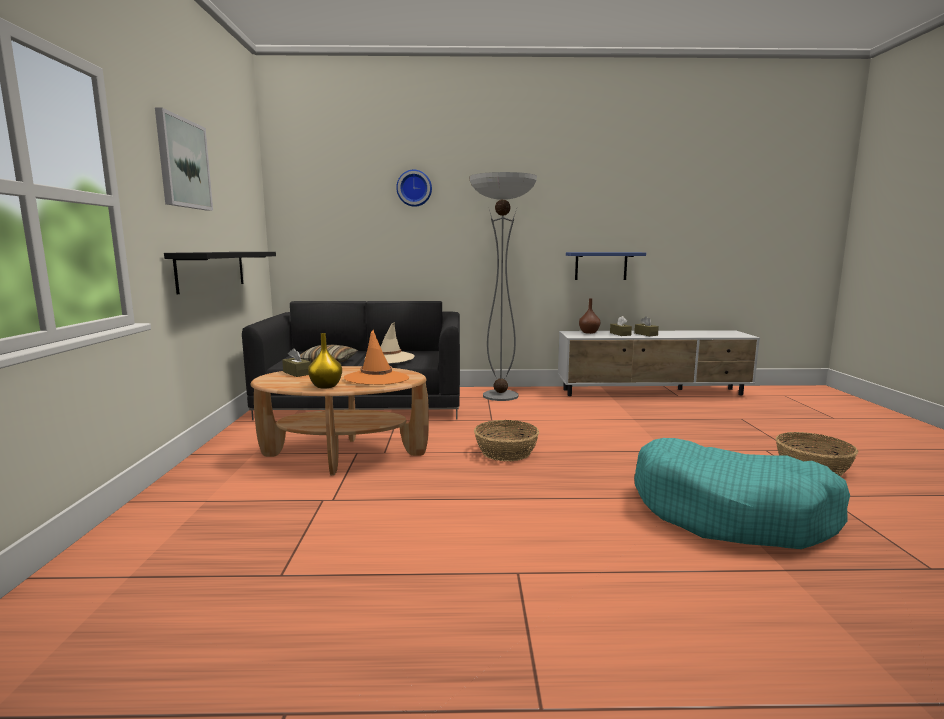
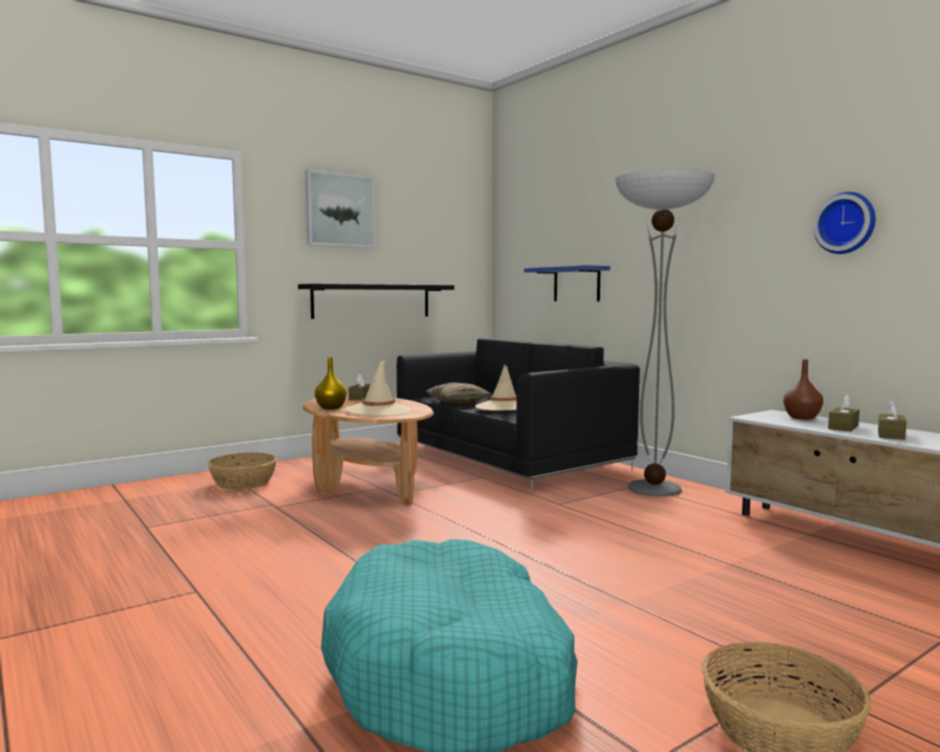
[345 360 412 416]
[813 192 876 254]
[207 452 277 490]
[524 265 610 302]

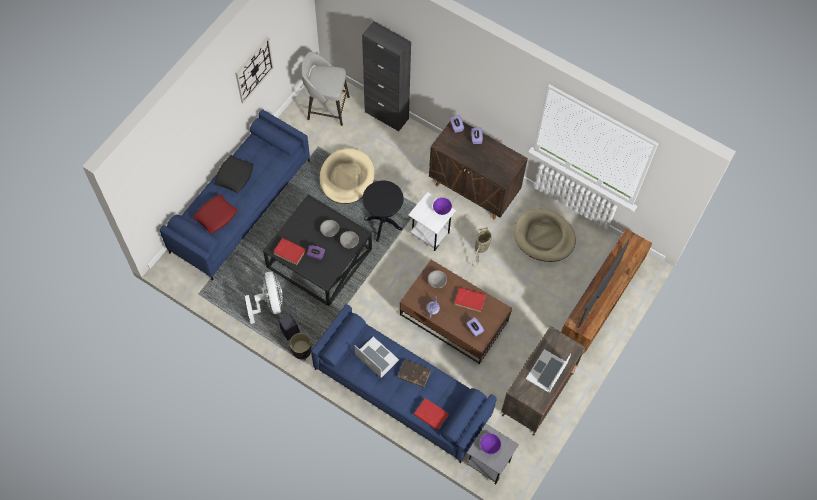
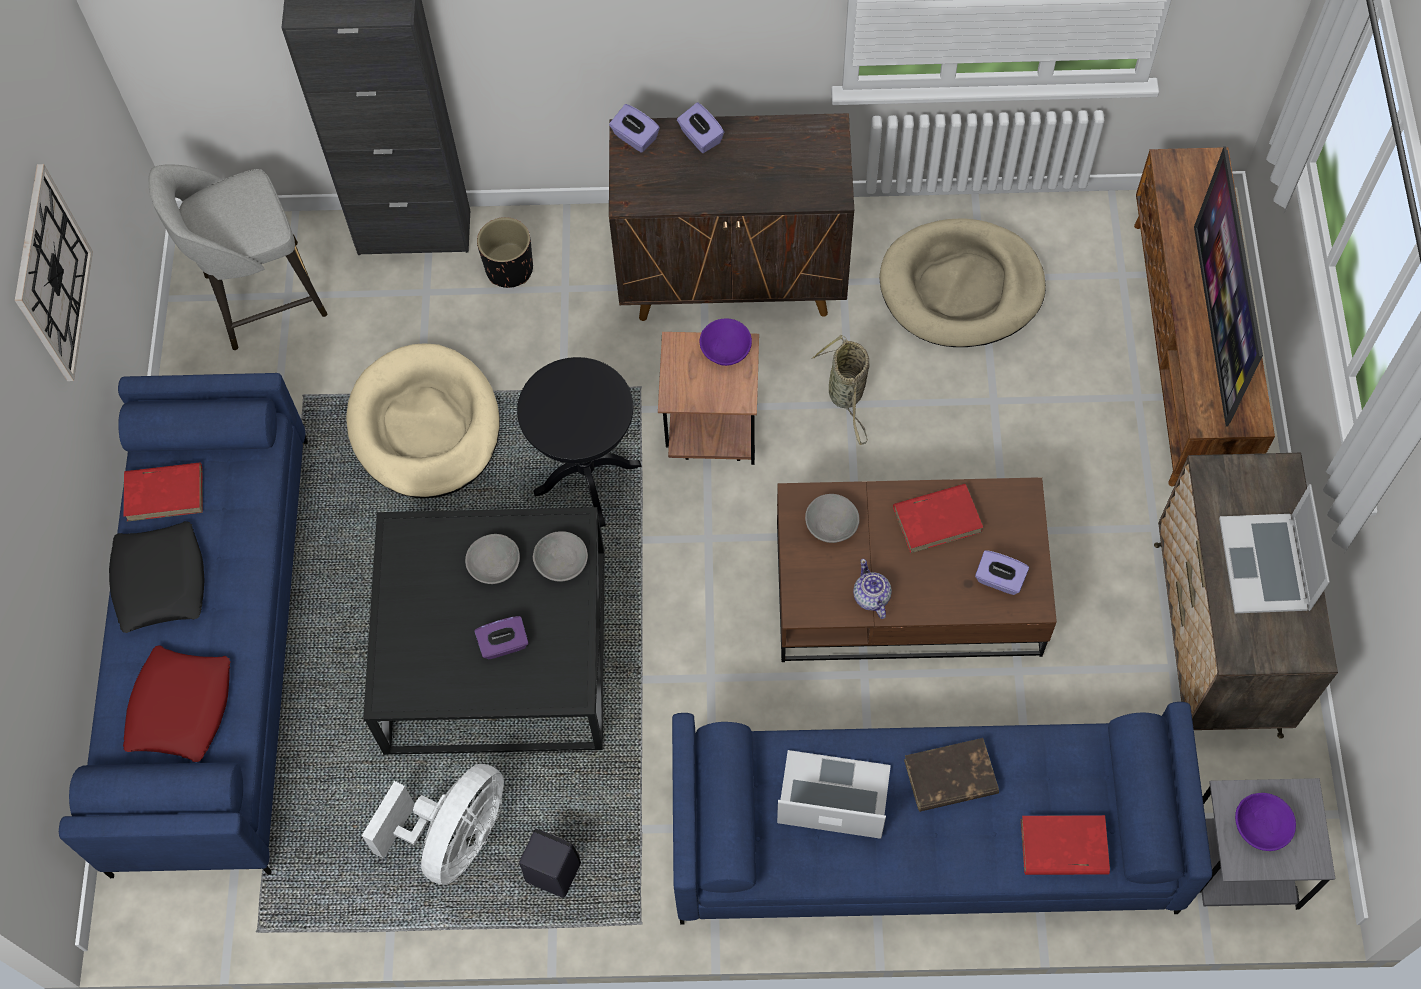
[362 764 504 885]
[123 462 203 522]
[477 217 533 288]
[658 332 759 465]

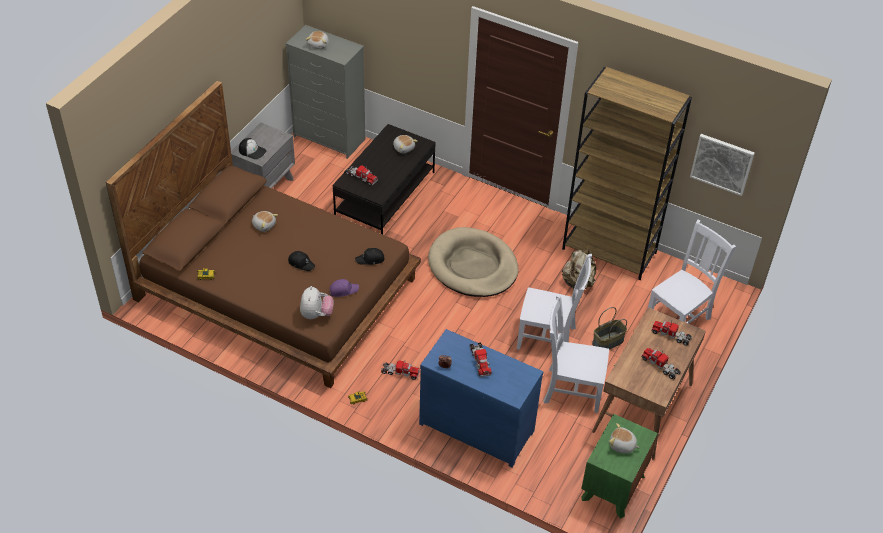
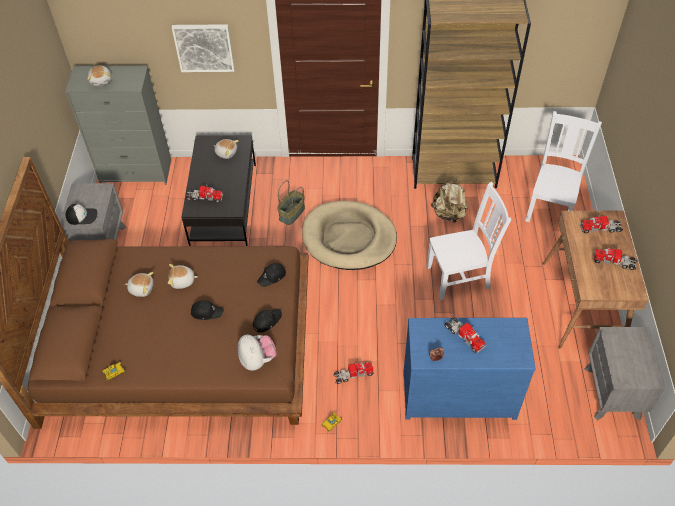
[253 309 282 333]
[543 294 609 413] (first image)
[584 327 666 420]
[277 180 305 225]
[168 264 198 289]
[172 24 235 72]

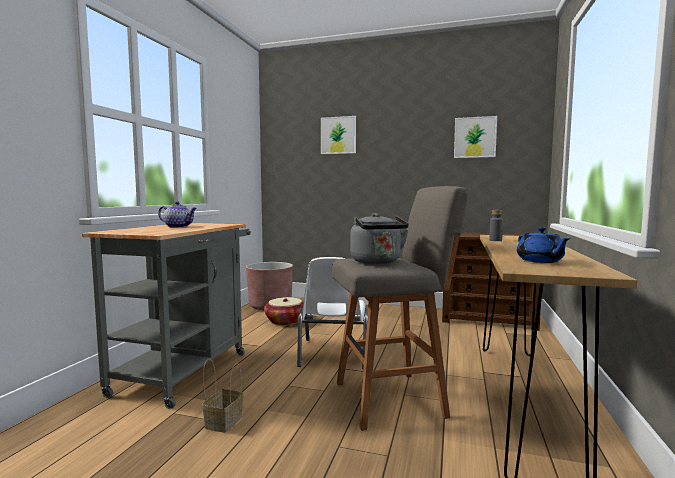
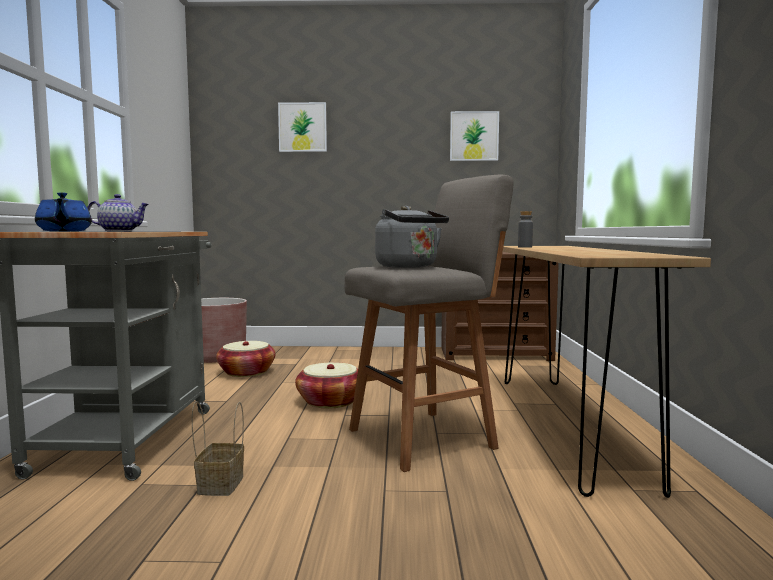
[295 362 358 409]
[35 192 92 231]

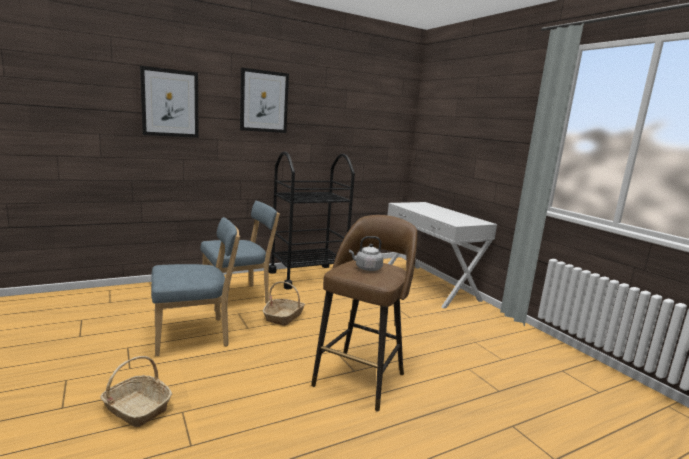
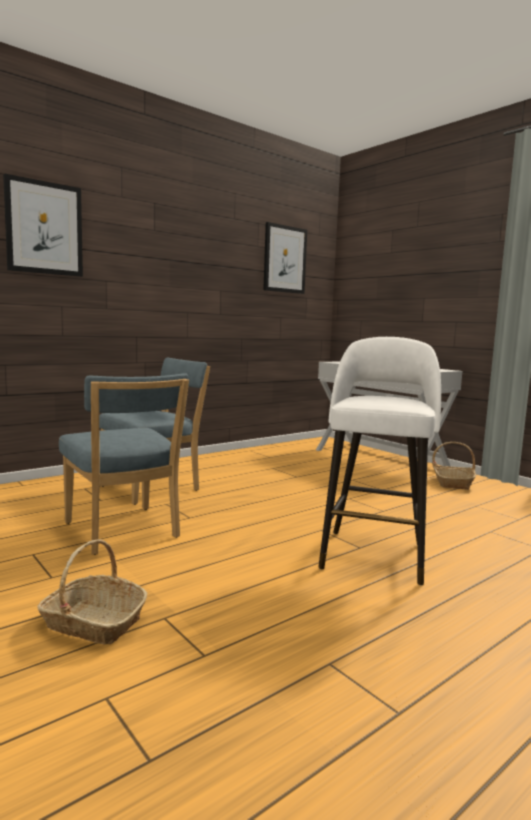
[59 373 189 555]
[263 222 307 294]
[432 442 476 490]
[269 152 355 289] (first image)
[318 337 441 585]
[349 236 384 271] (first image)

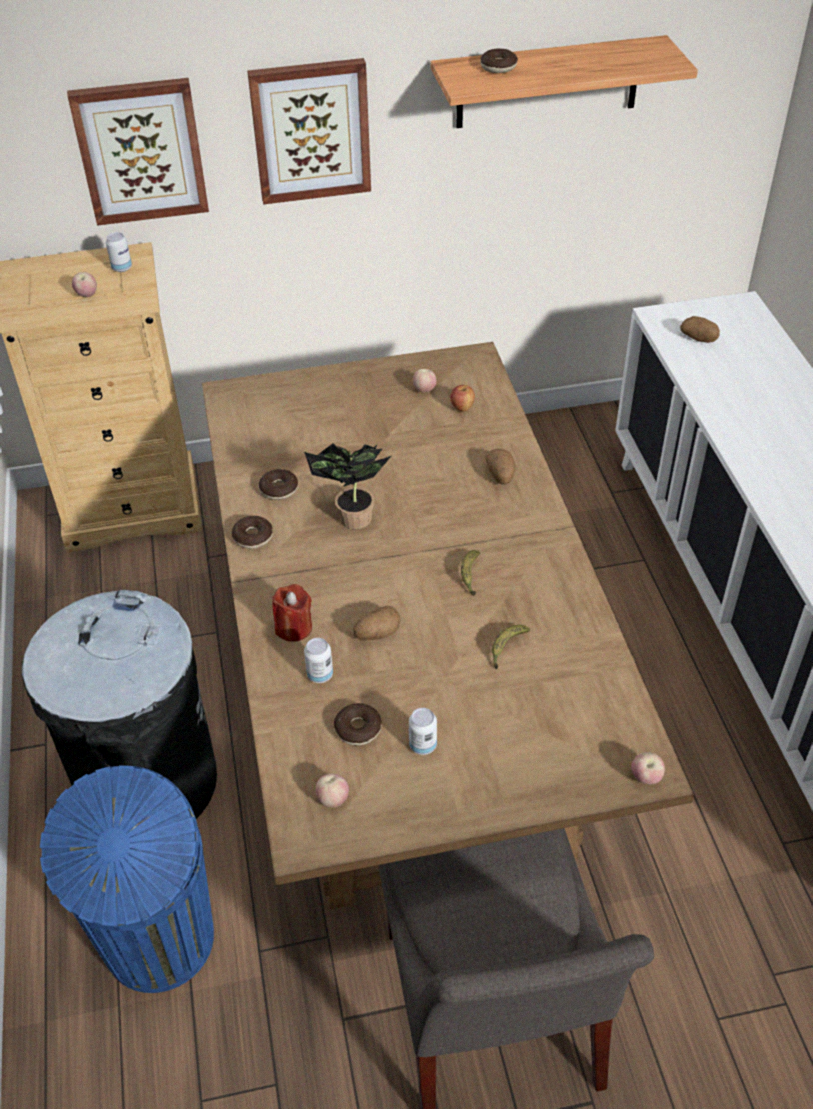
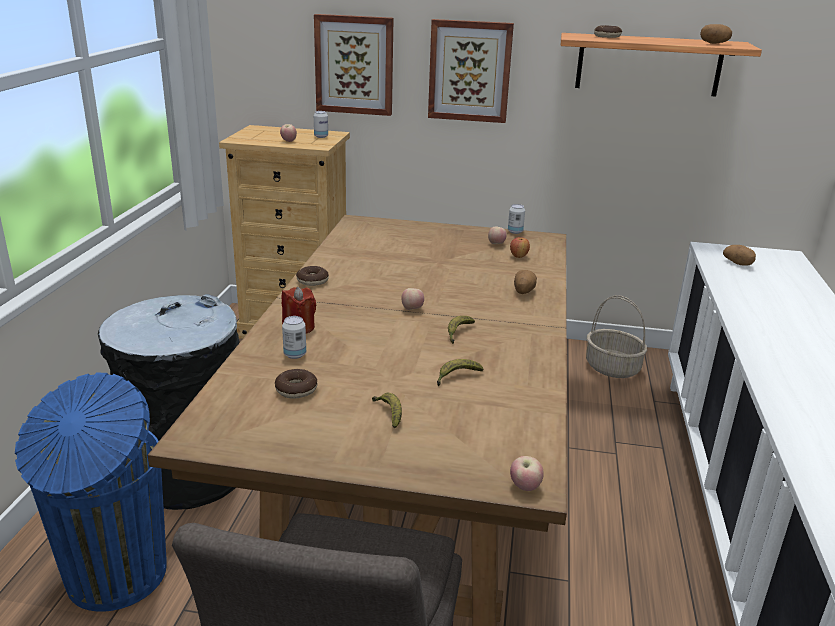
[259 469 298 500] (first image)
[304 443 391 529] (first image)
[401 288 424 310]
[700 24 732 44]
[508 204 525 234]
[372 393 402 428]
[586 295 647 378]

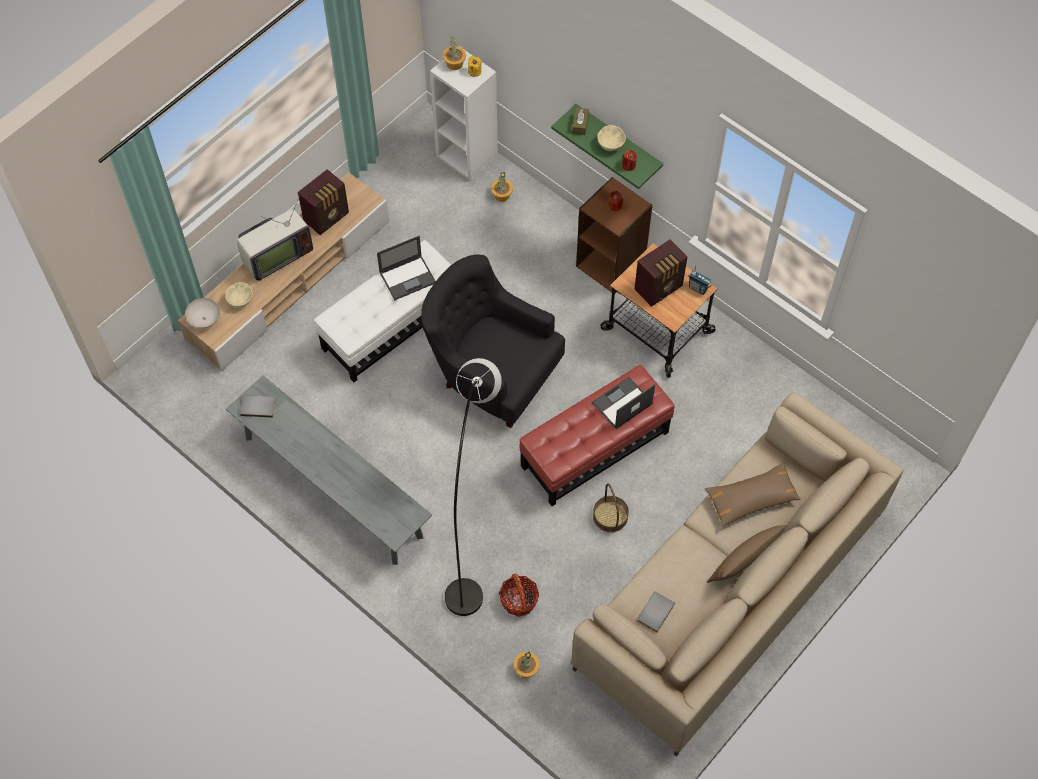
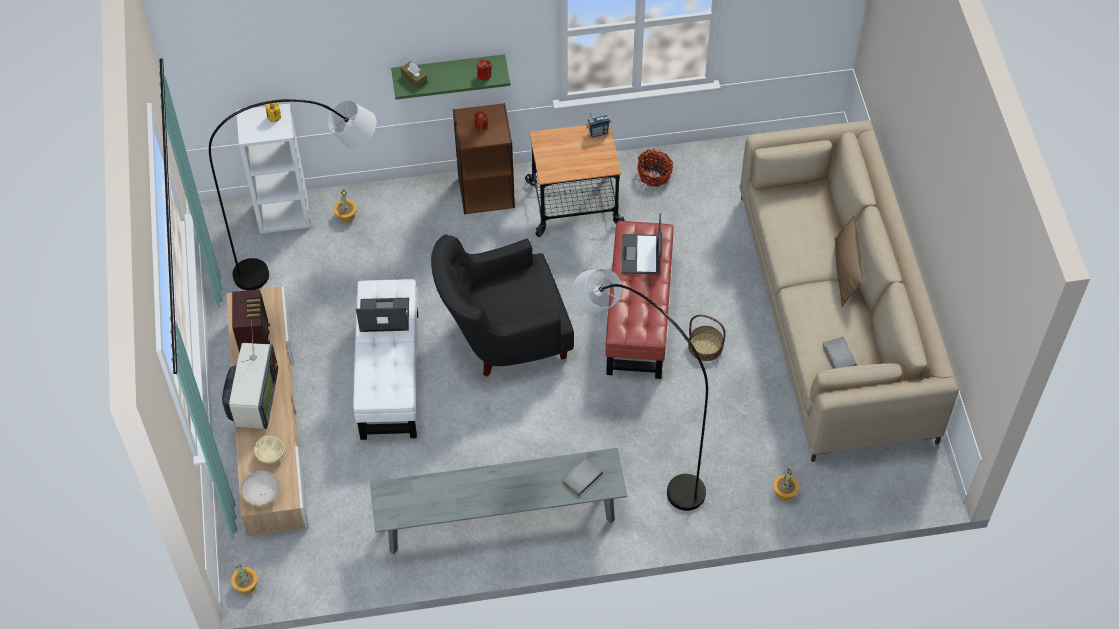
[562 458 603 496]
[356 298 409 332]
[231 565 258 594]
[637 149 673 187]
[597 125 626 151] (first image)
[634 239 687 307] (first image)
[704 463 801 527] (first image)
[209 99 377 290]

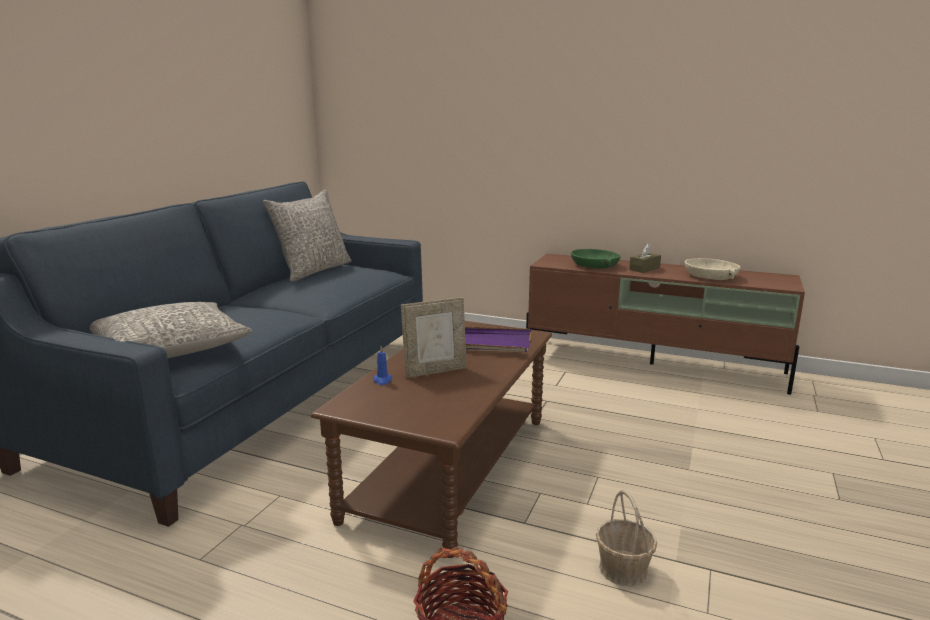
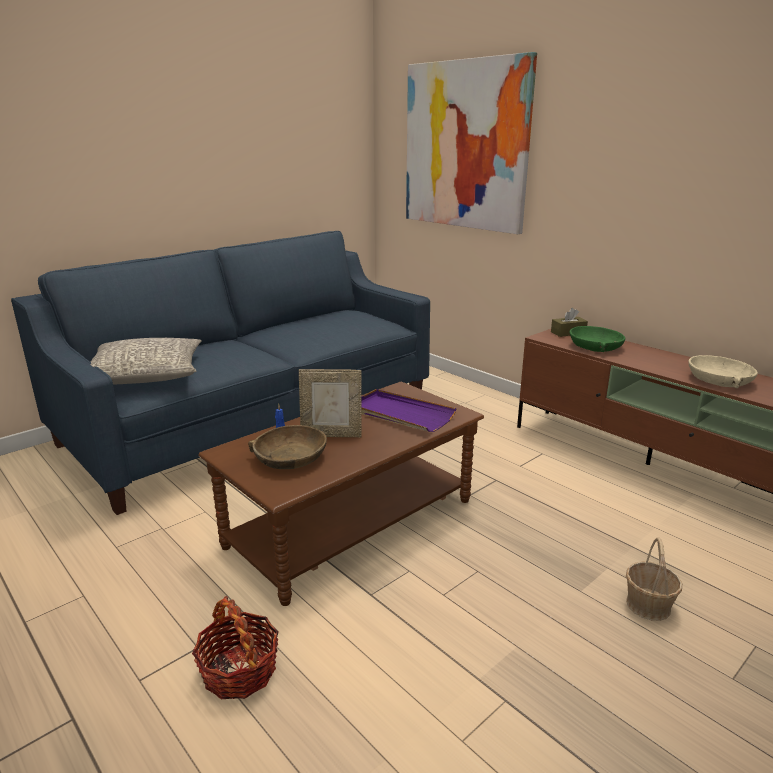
[263 190 352 281] (first image)
[626 537 682 621]
[551 308 588 337]
[248 425 327 469]
[406 52 537 234]

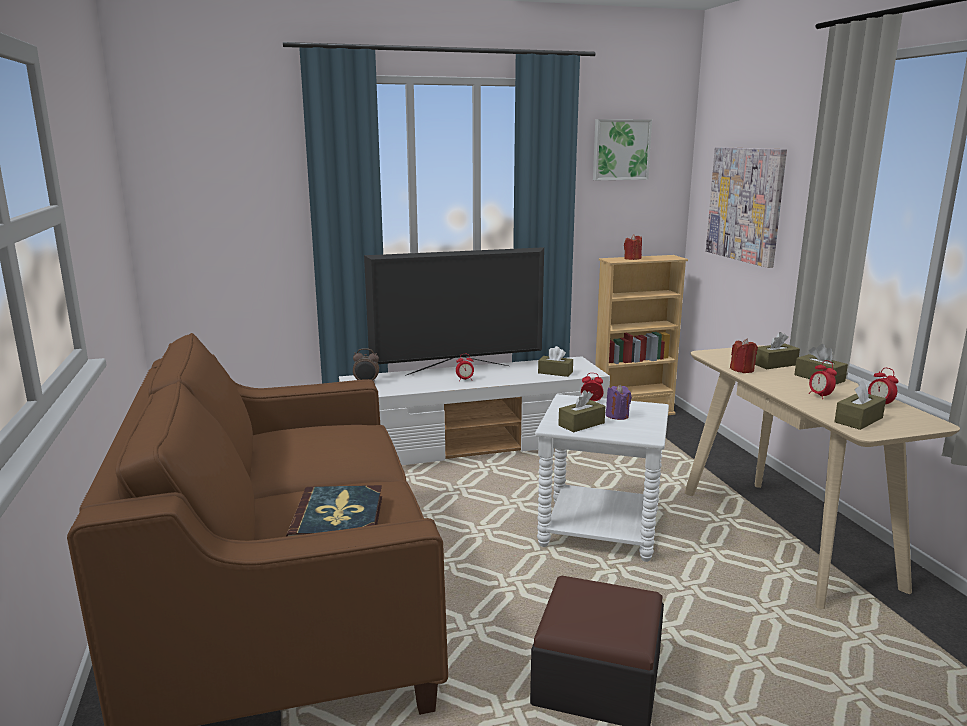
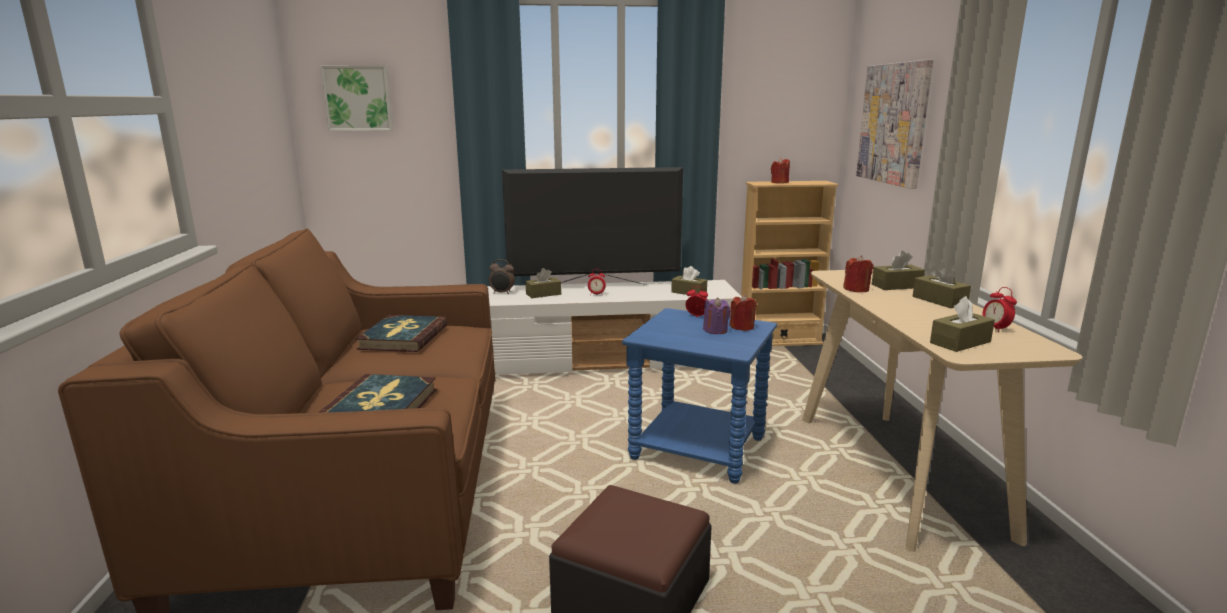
[622 308 777 484]
[525 268 561 298]
[321 66 393 131]
[809 360 837 399] (first image)
[355 315 447 352]
[730 294 757 331]

